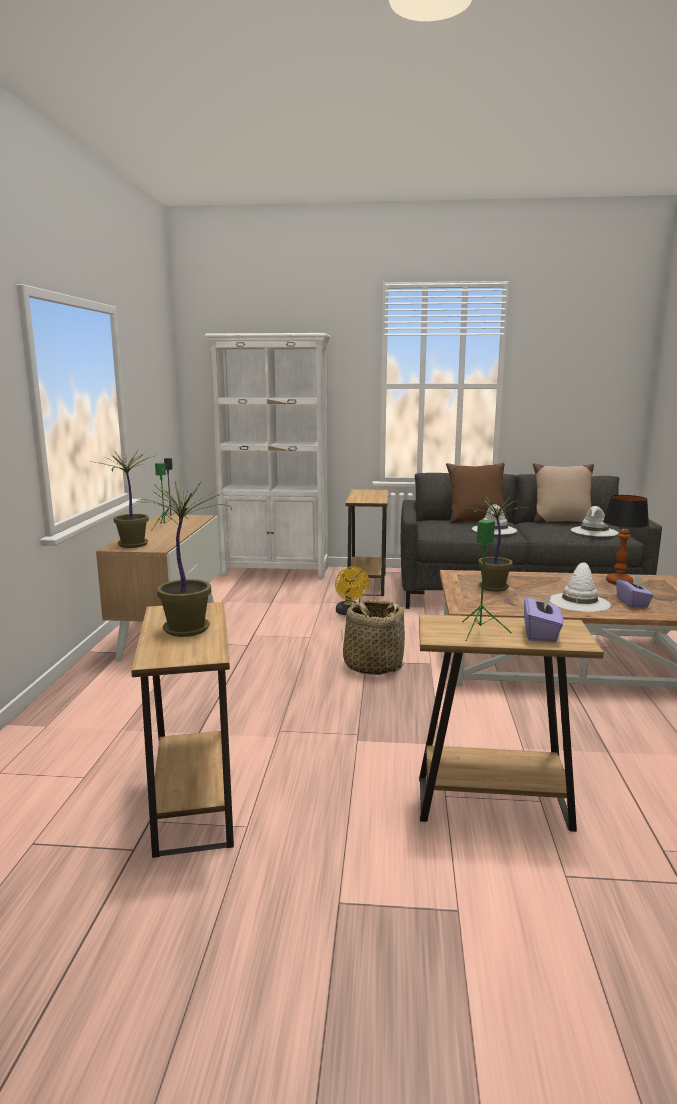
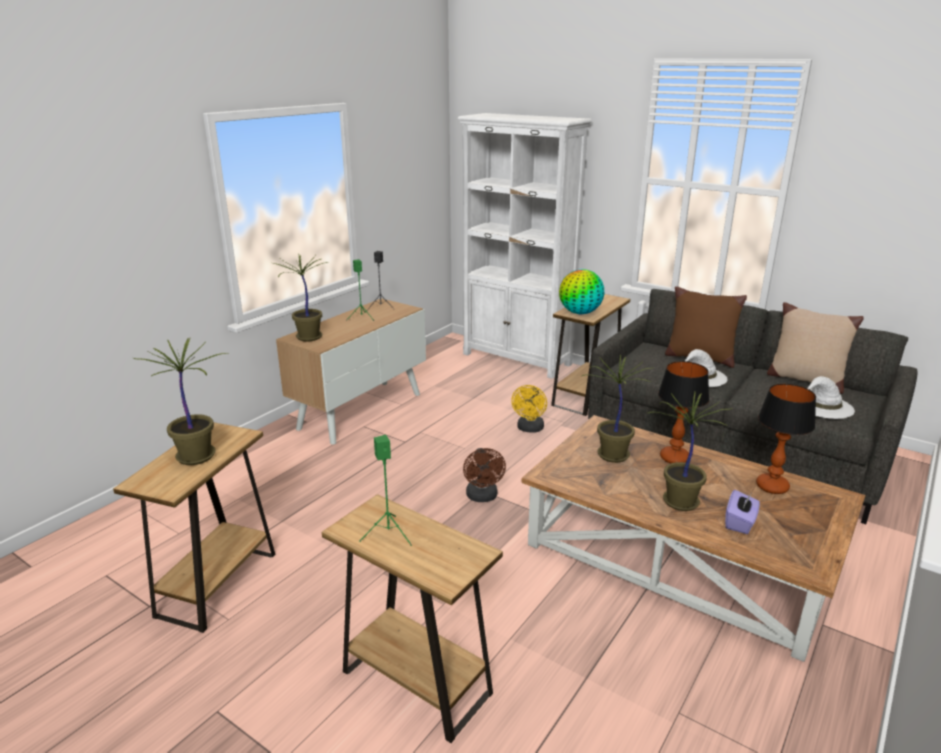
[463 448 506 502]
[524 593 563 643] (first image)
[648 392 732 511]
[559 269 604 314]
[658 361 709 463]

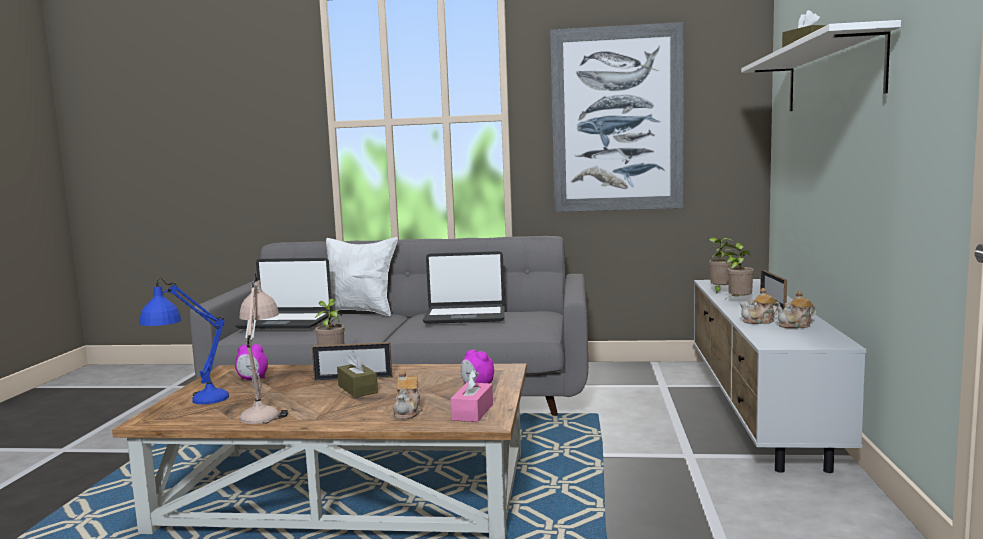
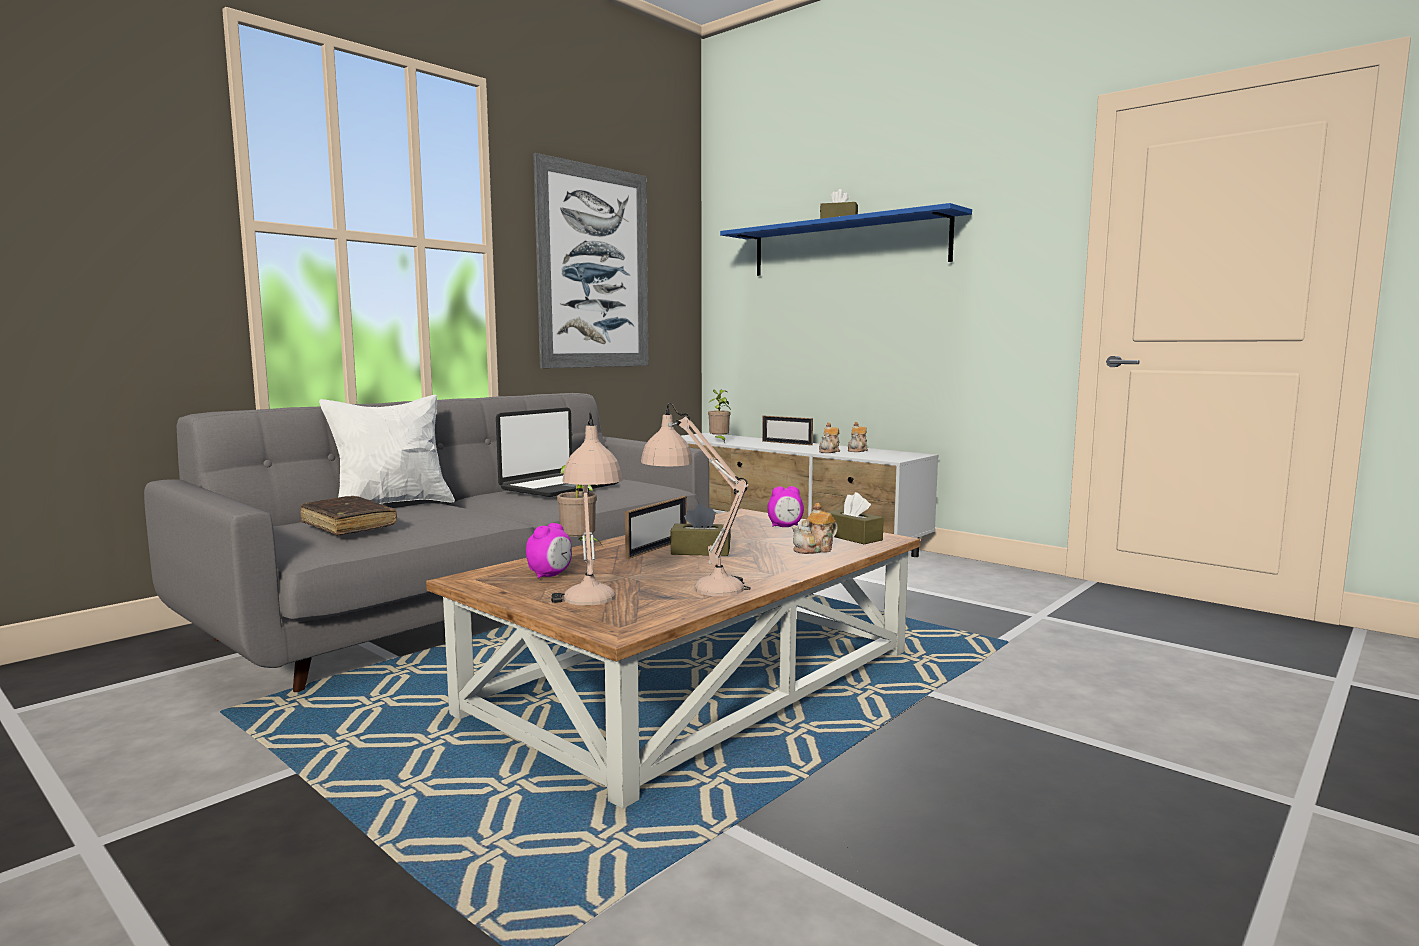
[551 412 623 606]
[301 496 397 536]
[792 503 838 554]
[828 492 884 544]
[723 242 754 298] (first image)
[720 203 972 276]

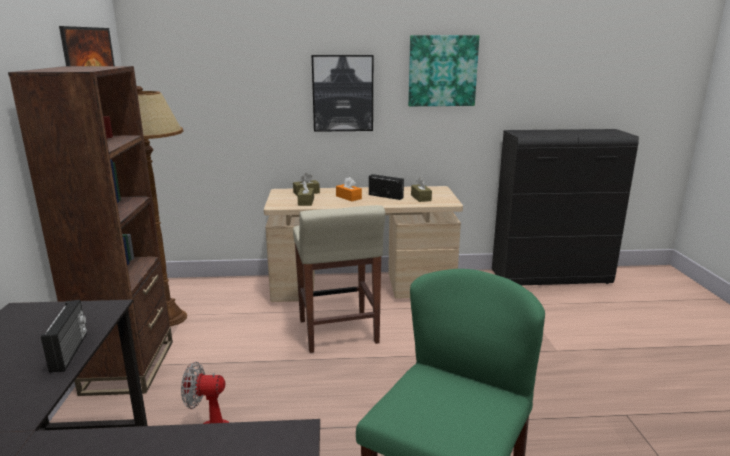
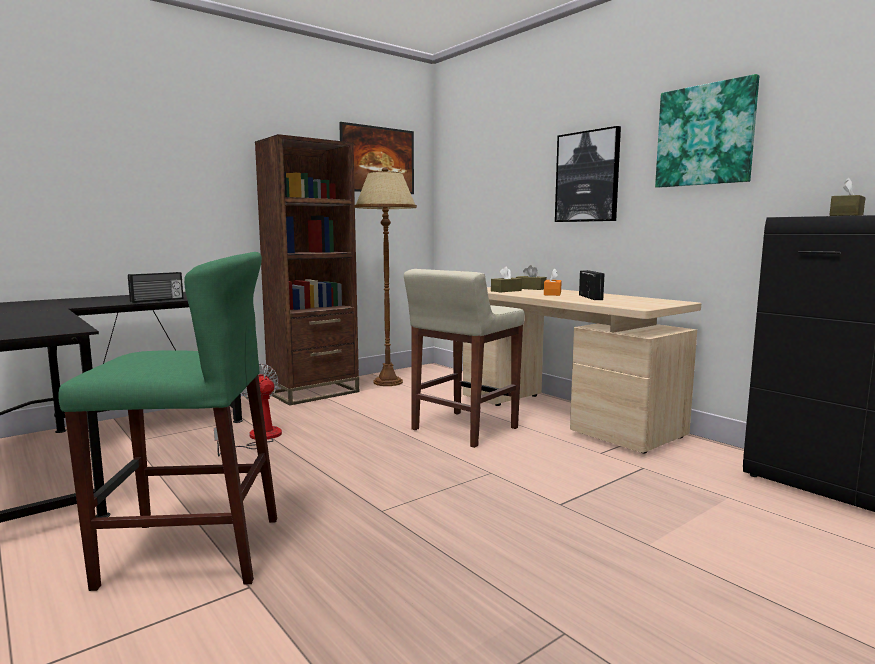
[829 178 866 216]

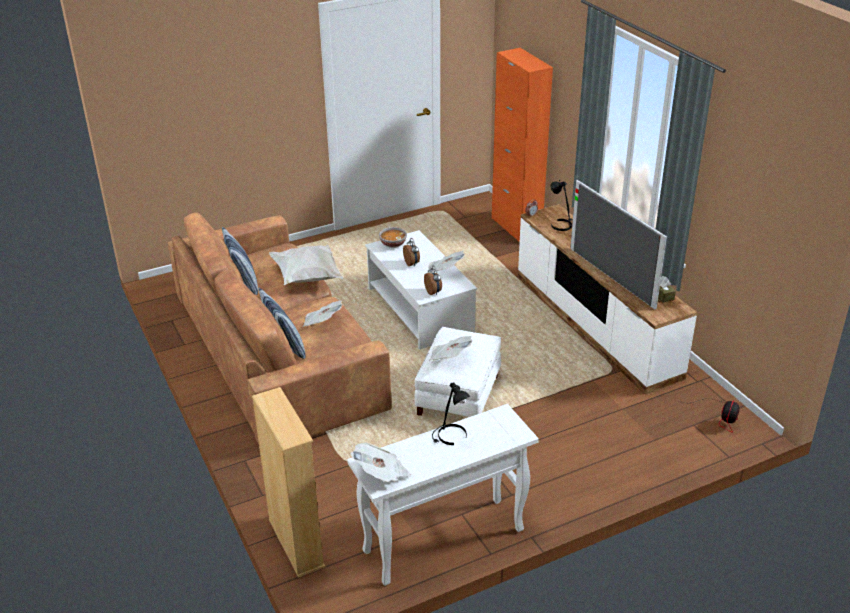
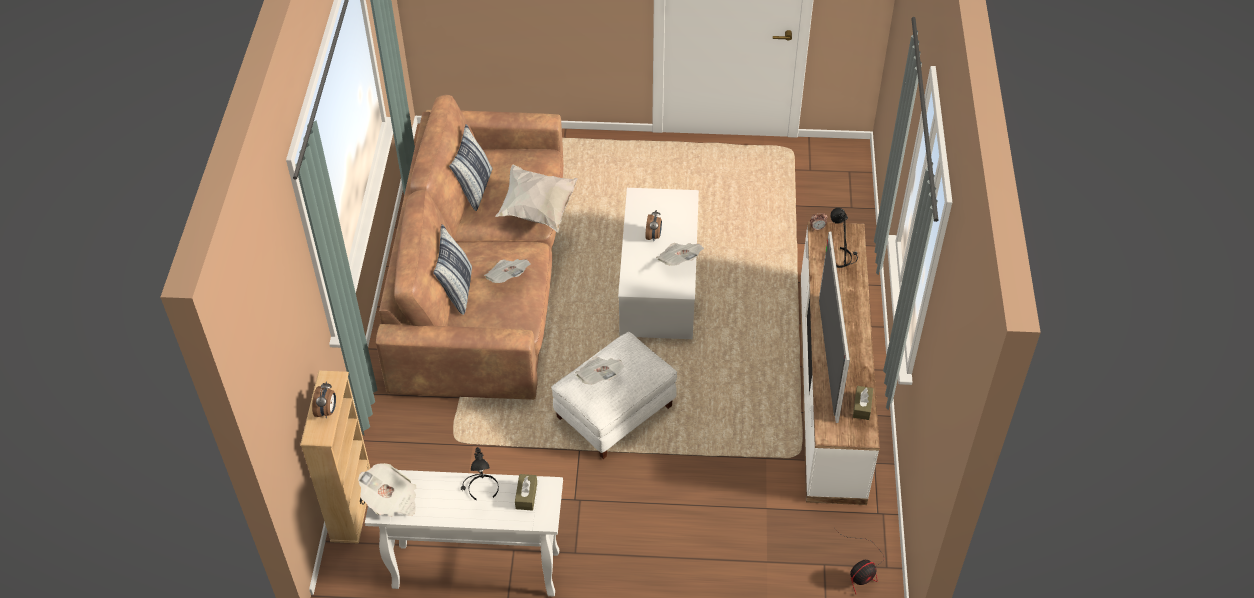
[379 227 407 248] (first image)
[312 382 336 418]
[492 48 553 243] (first image)
[515 474 537 511]

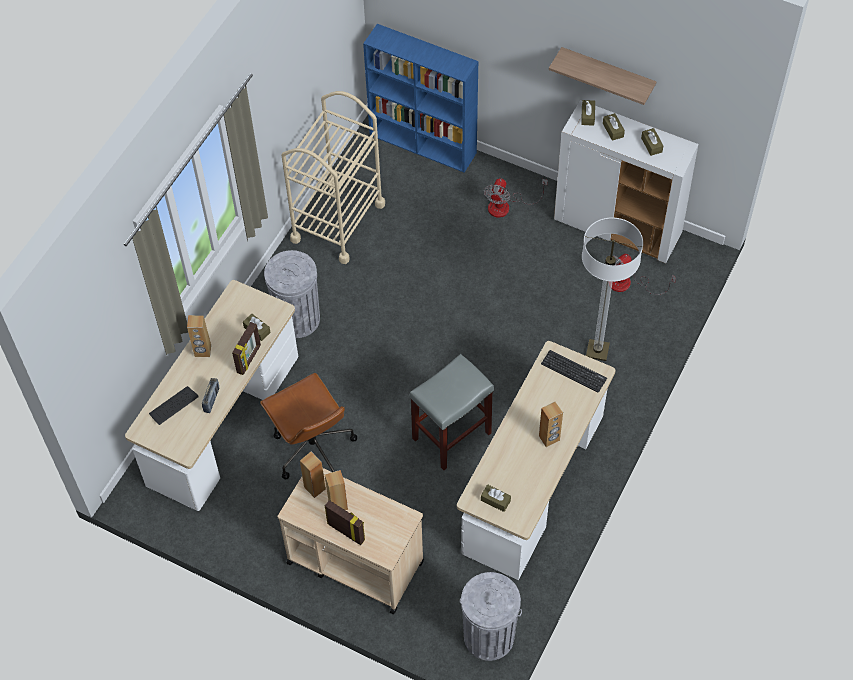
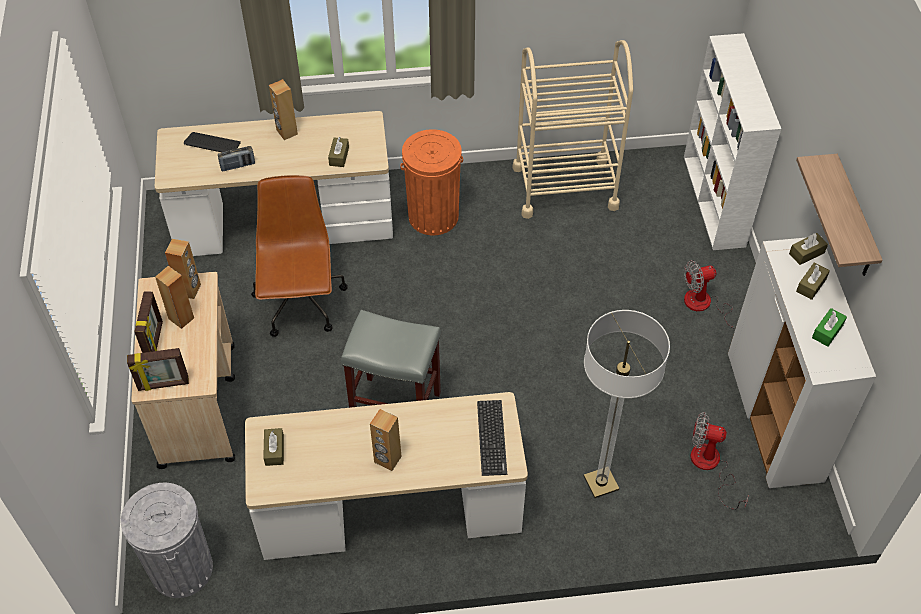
[127 348 189 391]
[251 175 348 337]
[400 129 463 235]
[684 33 781 250]
[812 308 847 347]

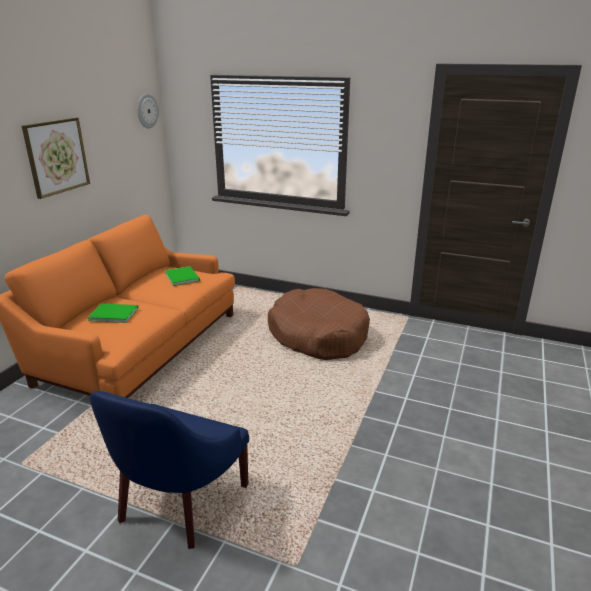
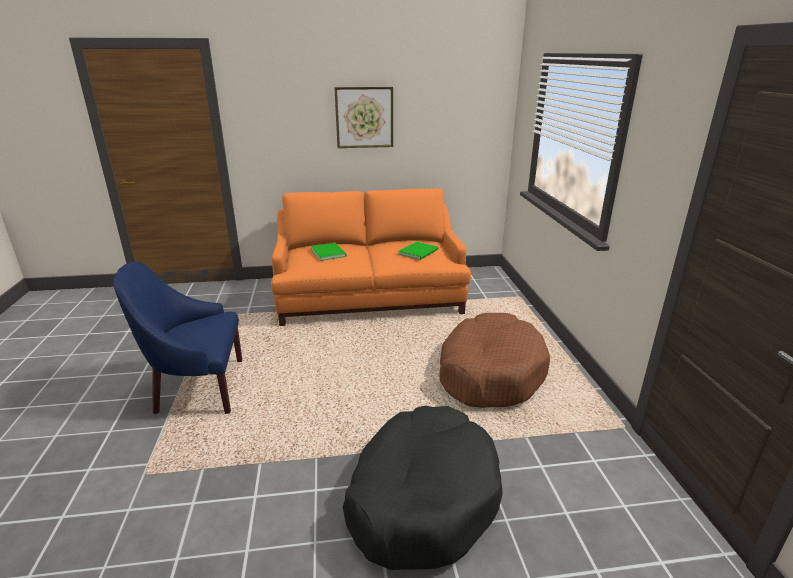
[137 93 159 128] (first image)
[343 406 503 570]

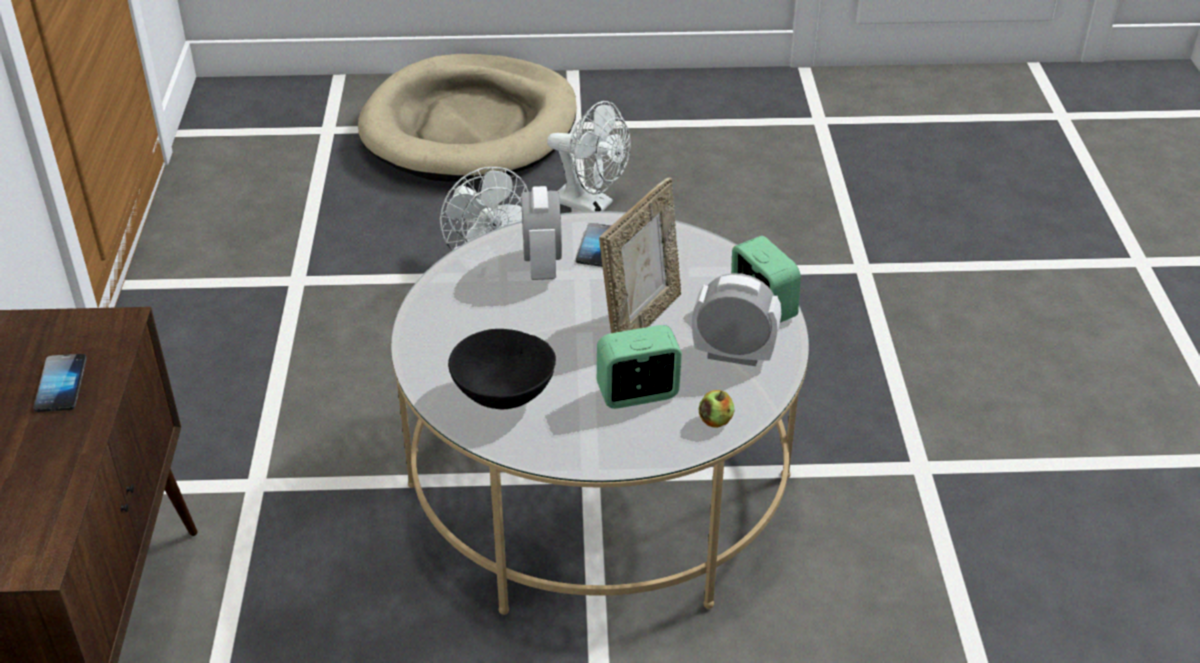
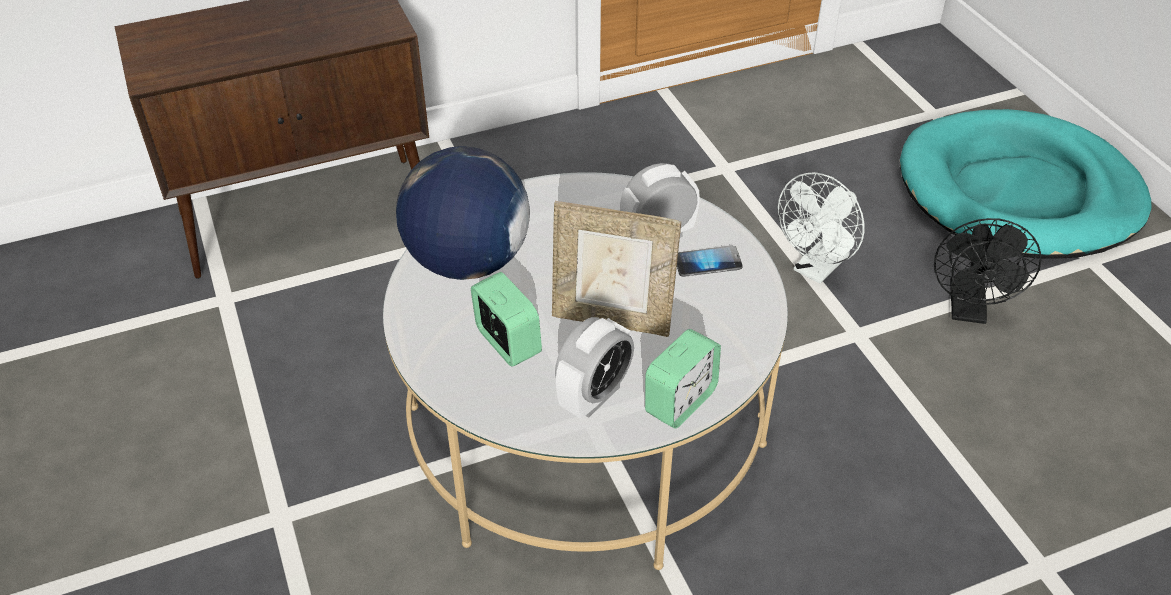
[33 354 87 412] (first image)
[900 109 1151 259]
[396 146 530 280]
[934 218 1041 324]
[555 317 634 419]
[698 390 735 428] (first image)

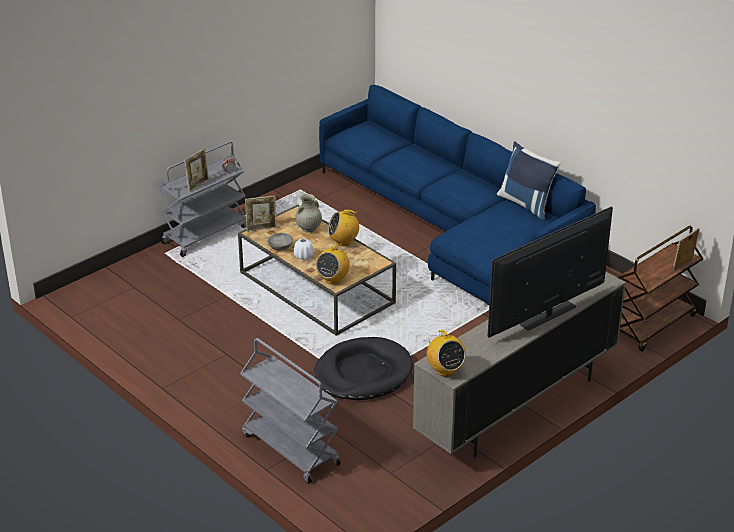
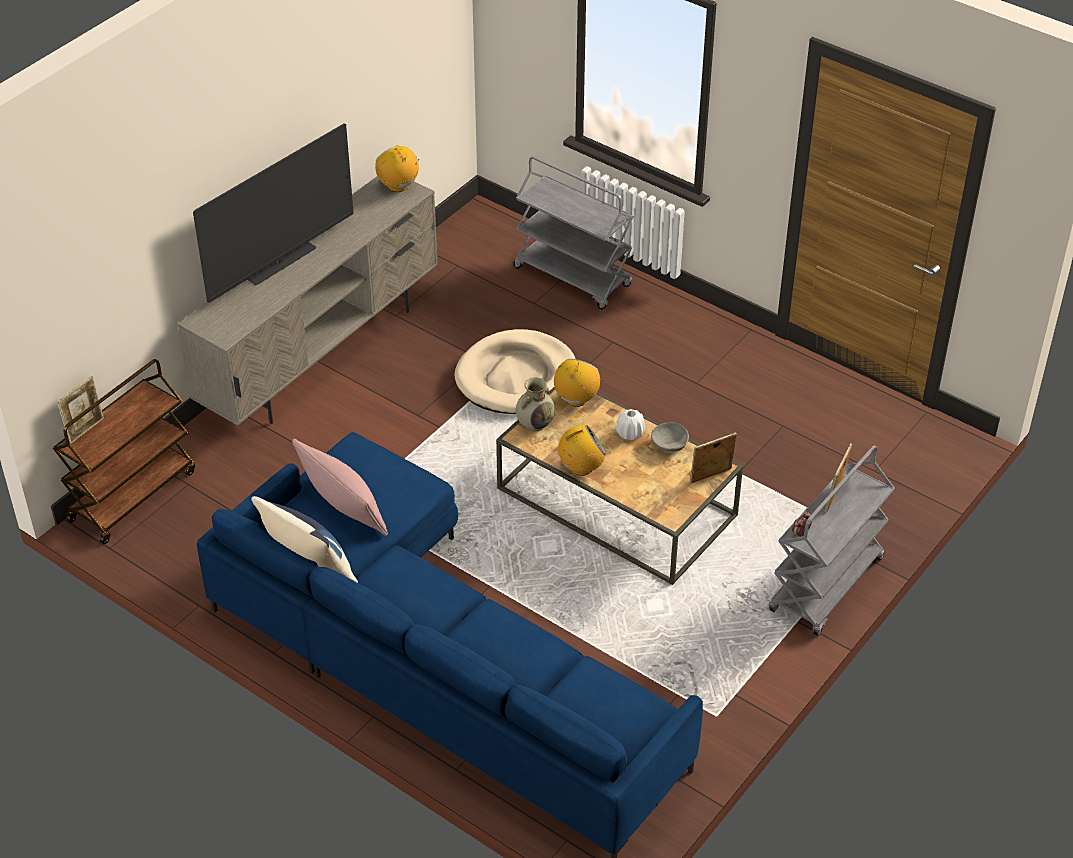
[516 377 555 432]
[454 329 575 414]
[292 439 388 536]

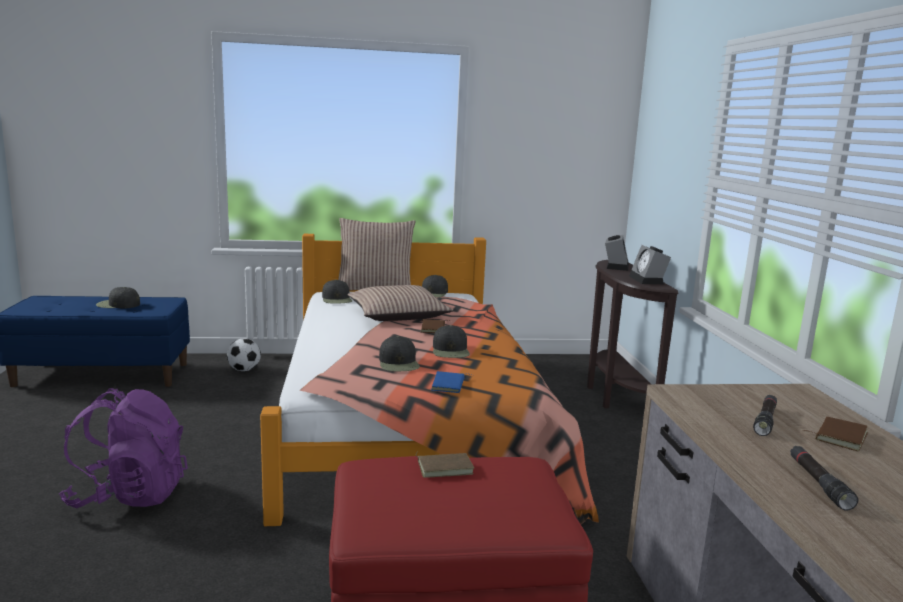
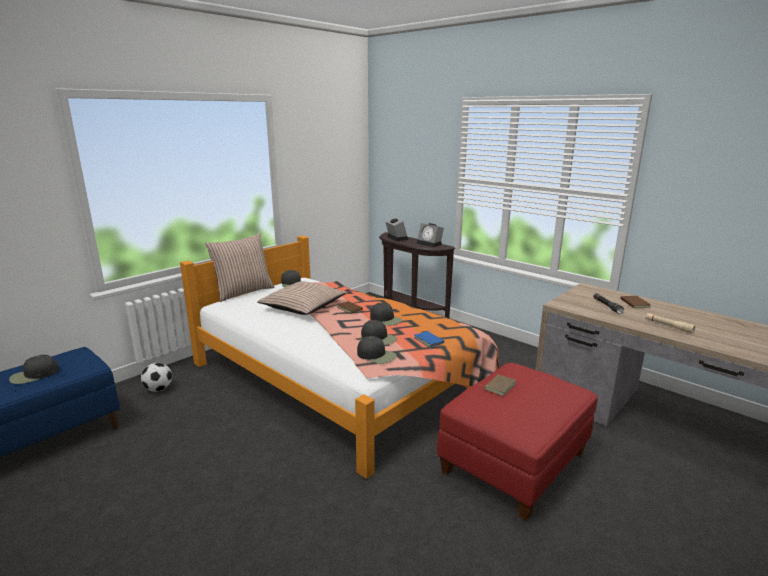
[59 388 188 508] (first image)
[357 336 396 364]
[646 313 695 333]

